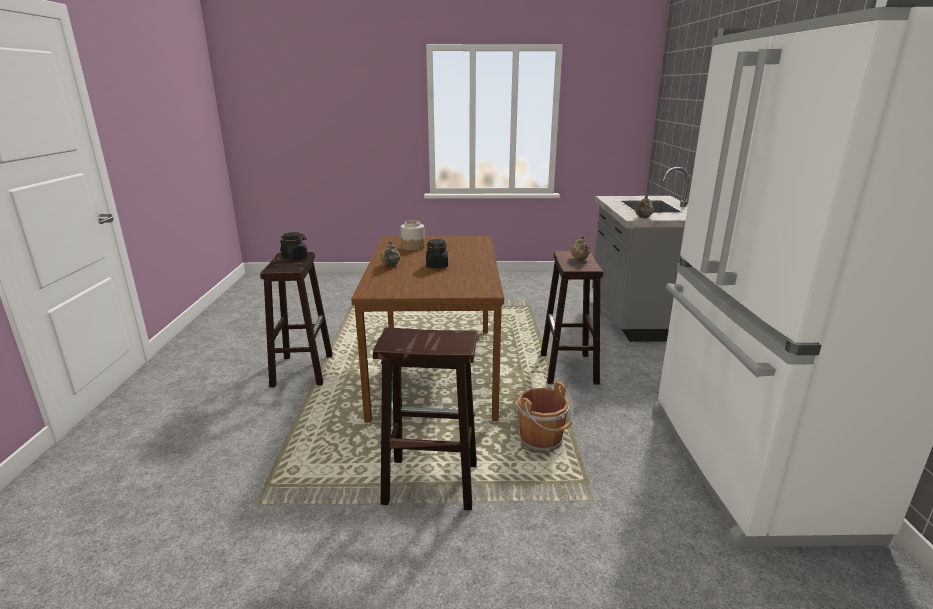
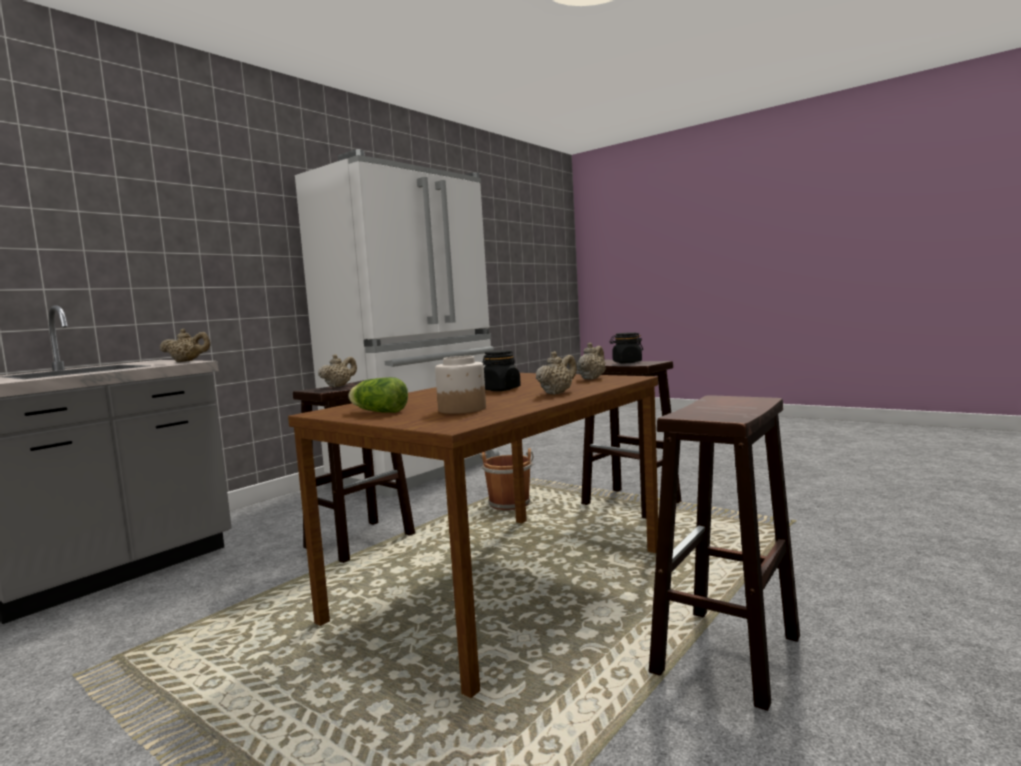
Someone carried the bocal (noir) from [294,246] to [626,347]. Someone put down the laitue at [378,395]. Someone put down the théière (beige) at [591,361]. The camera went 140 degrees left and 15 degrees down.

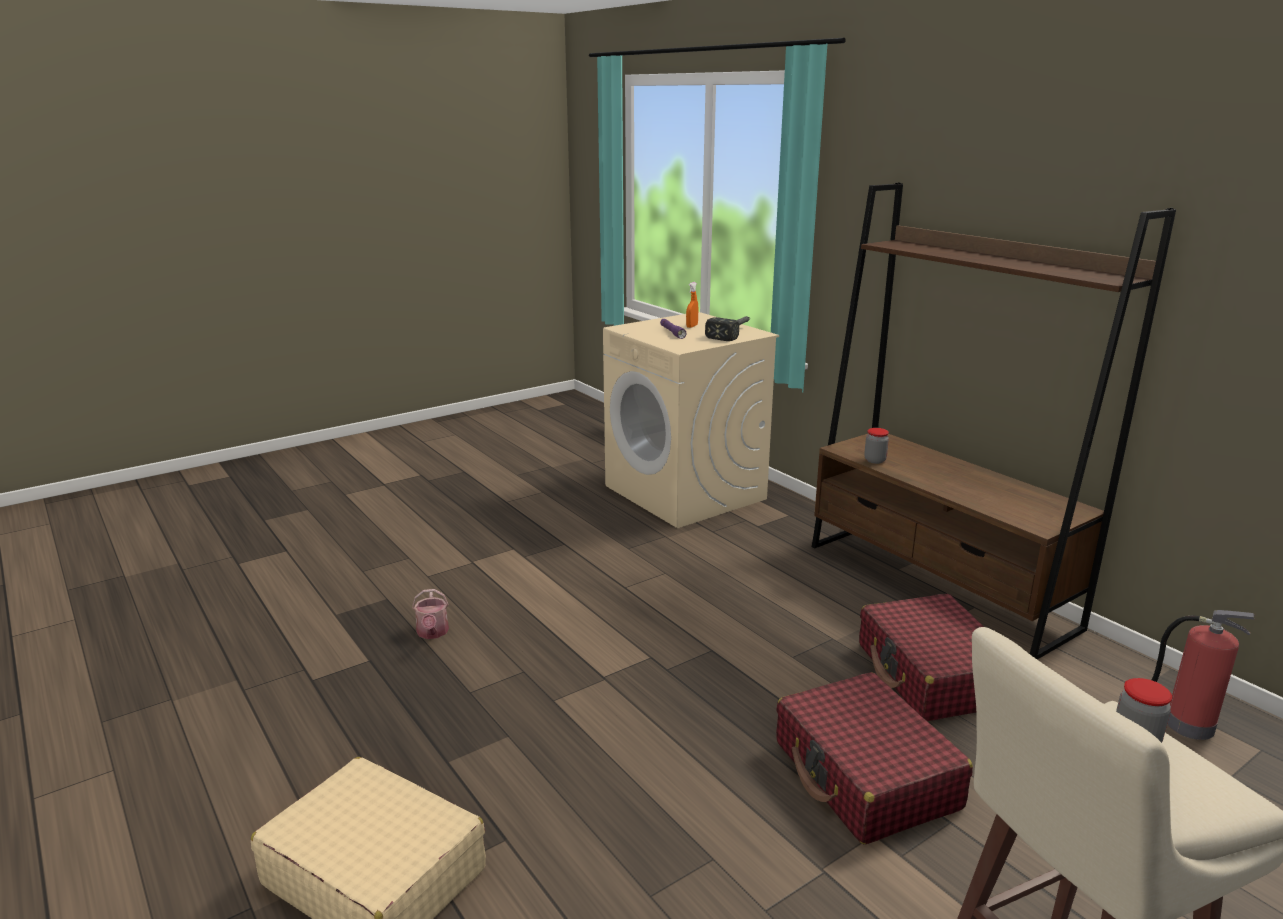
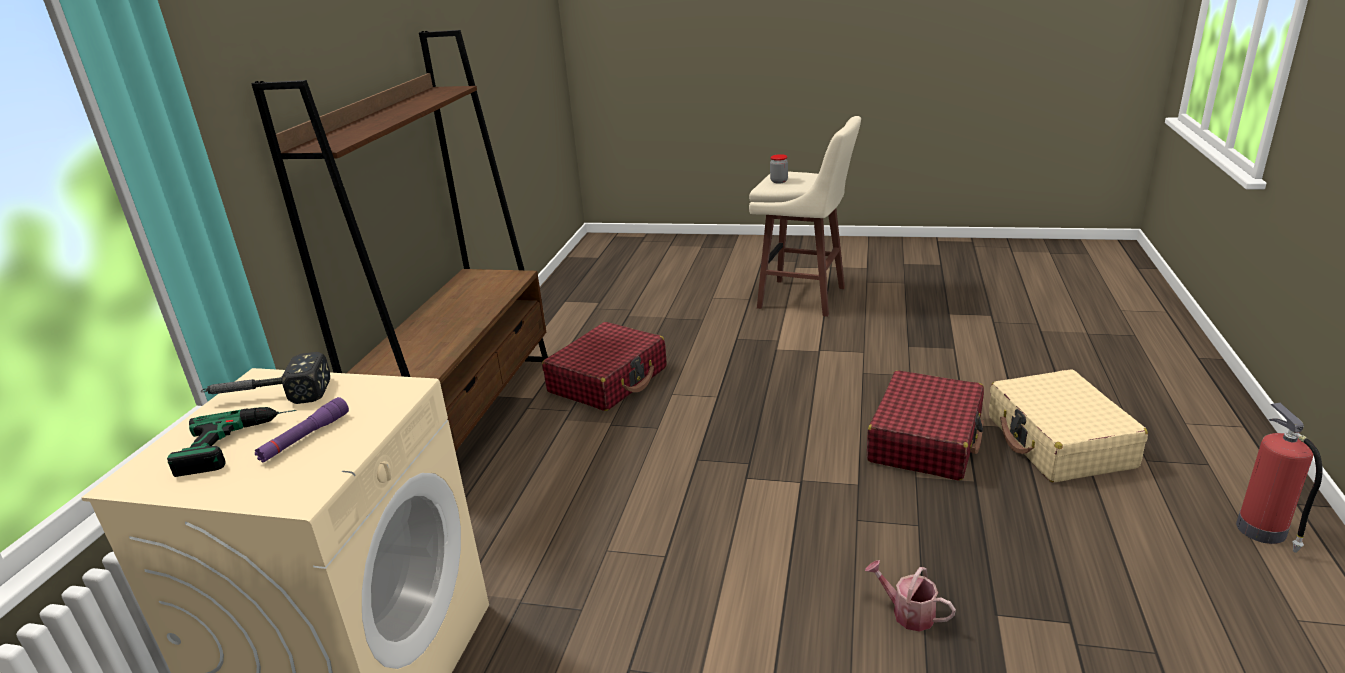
Someone rotated the arrosoir at [430,614] by 90 degrees counterclockwise. Someone swapped the vaporisateur (orange) at [692,305] for the perceuse at [232,442]. Someone carried the valise (rouge) from [874,758] to [925,425]. Someone took away the bocal at [876,446]. Someone carried the extincteur from [1203,675] to [1279,478]. The camera went 130 degrees left and 5 degrees up.

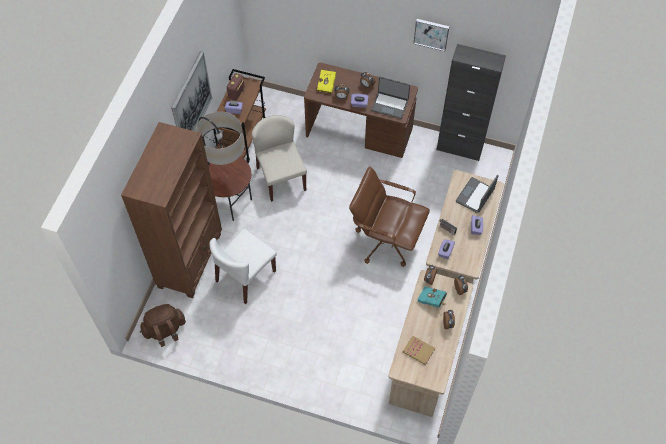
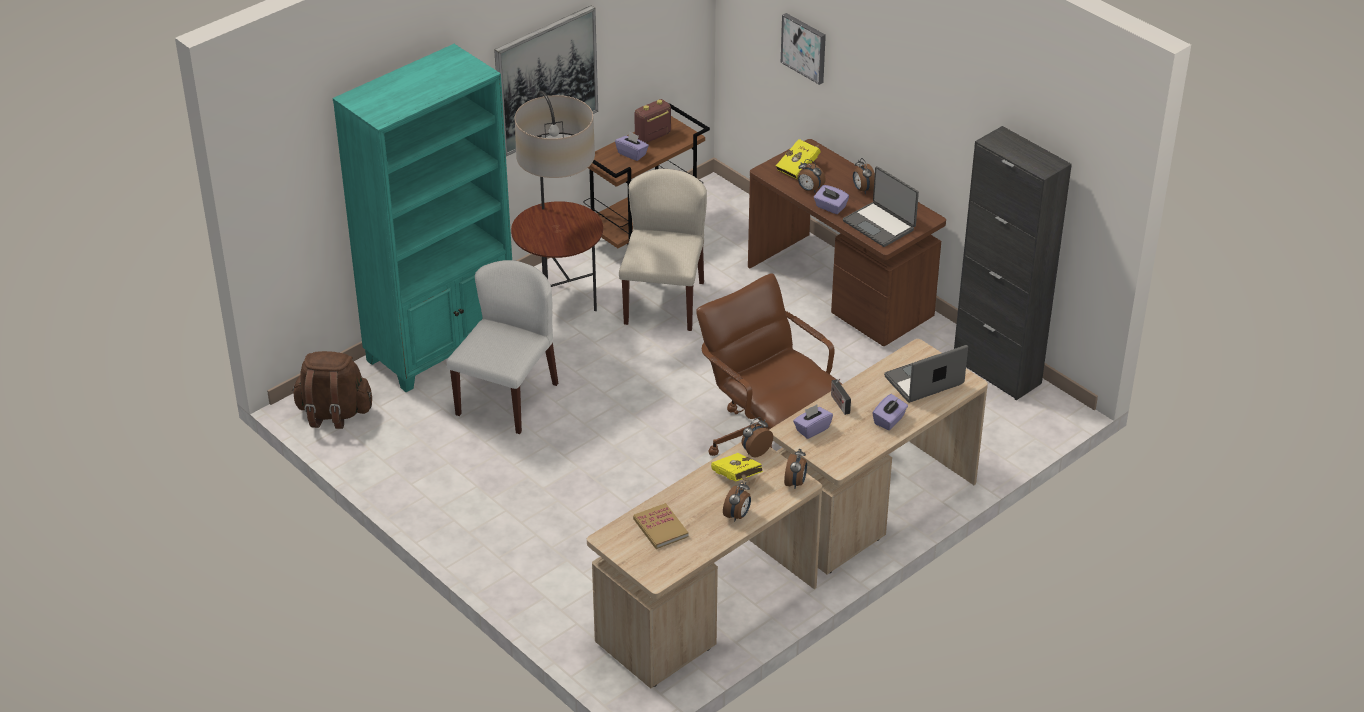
Someone repainted the bibliothèque (marron) at [171,210], which became the bibliothèque (turquoise) at [422,218]. Someone rotated the chaise (blanc) at [243,266] by 135 degrees clockwise. Someone carried the tableau from [431,35] to [803,49]. Someone repainted the livre (turquoise) at [432,297], which became the livre (jaune) at [737,467]. The camera went 30 degrees right and 20 degrees down.

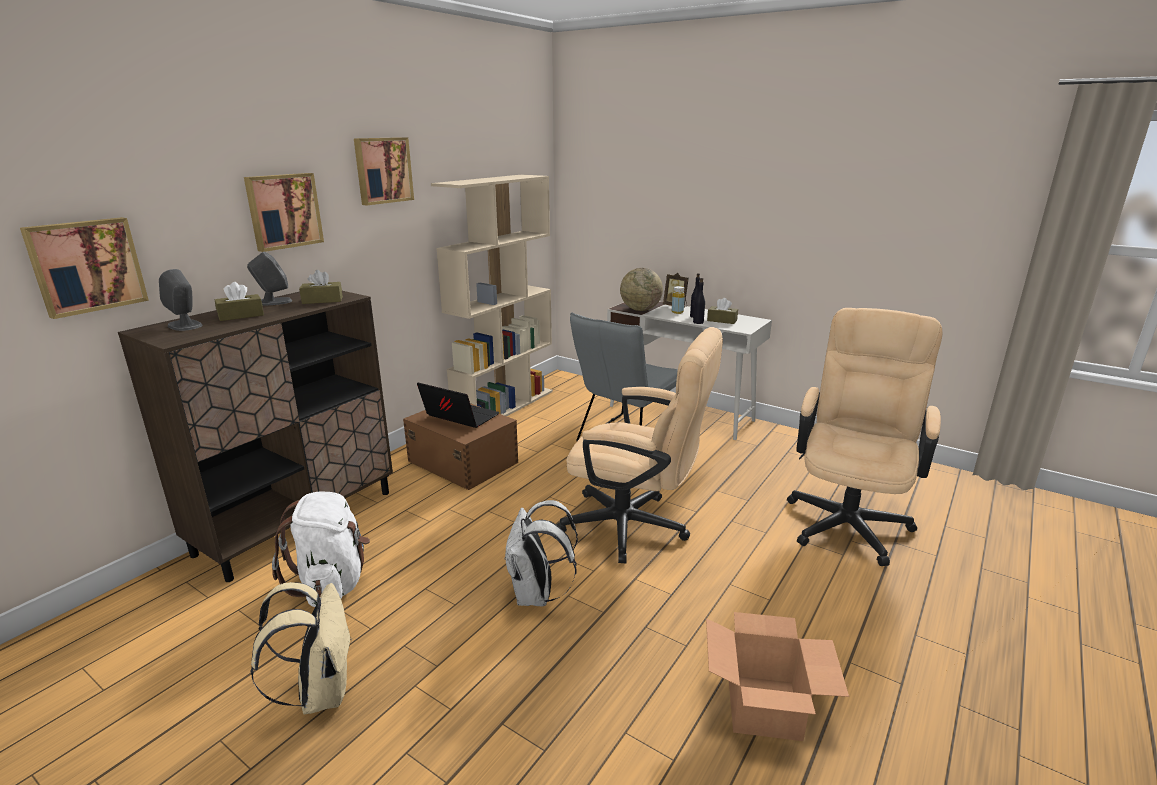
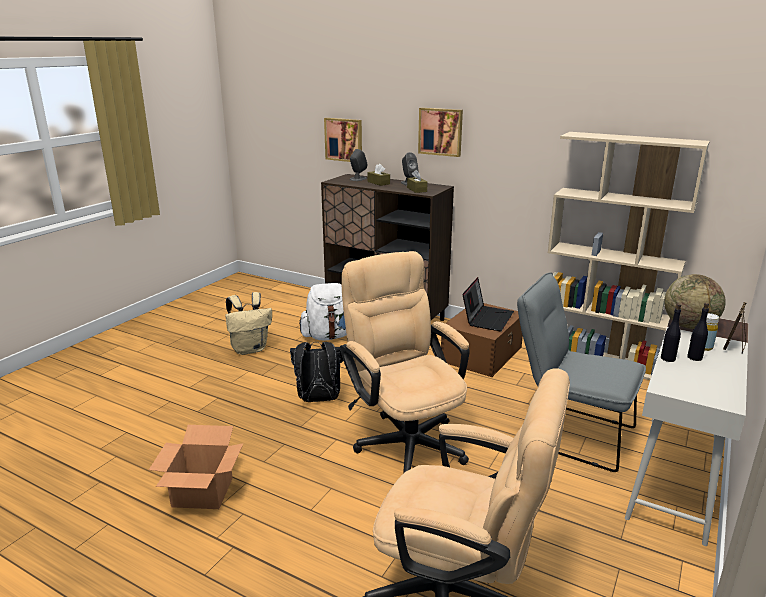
Someone took away the tableau at [384,171]. Someone repainted the sac à dos (blanc) at [541,553], which became the sac à dos (noir) at [316,372]. Someone rotated the chaise de bureau (beige) at [640,445] by 135 degrees clockwise. Someone took away the boîte à mouchoirs (marron) at [722,311]. The camera went 85 degrees right and 0 degrees up.

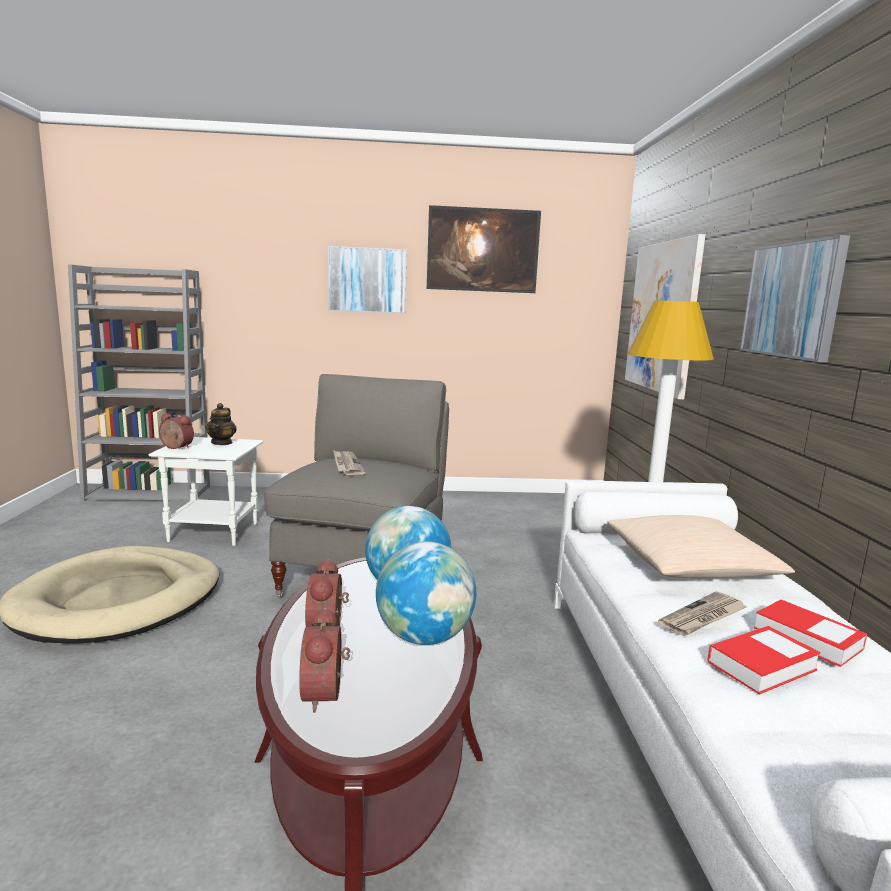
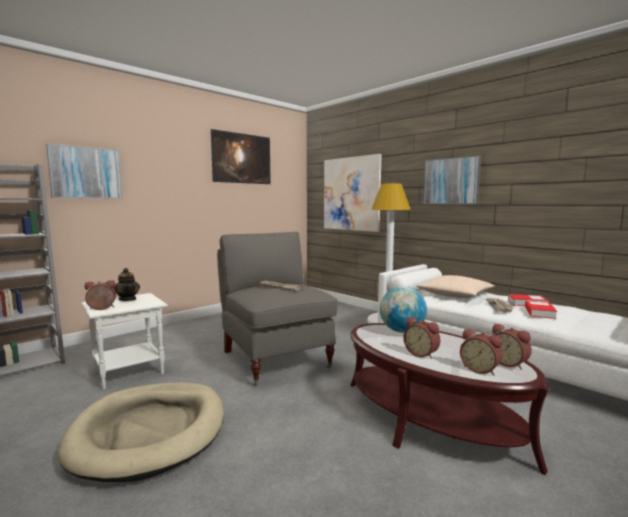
Someone carried the tableau from [367,280] to [84,171]. Someone took away the globe at [426,593]. Someone put down the réveil at [512,346]. The camera went 40 degrees left and 5 degrees down.

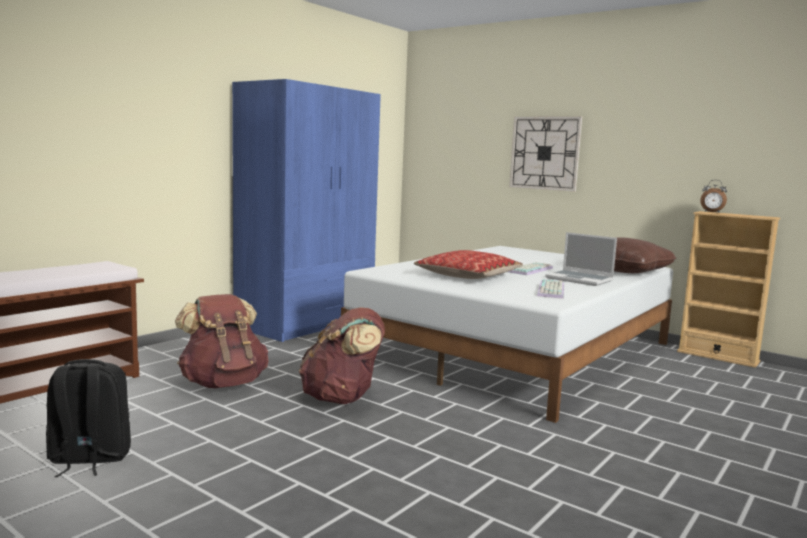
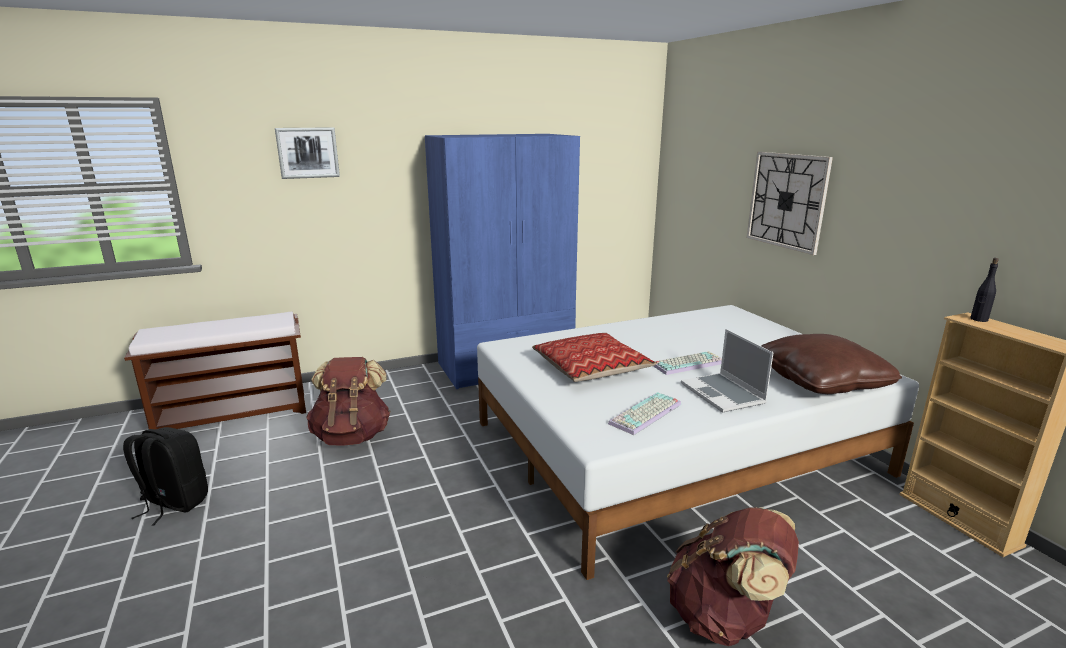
Someone carried the sac à dos (marron) from [342,355] to [733,576]. Someone swapped the réveil at [713,196] for the bouteille (noir) at [984,290]. Someone put up the tableau at [307,153]. The camera went 30 degrees right and 10 degrees up.

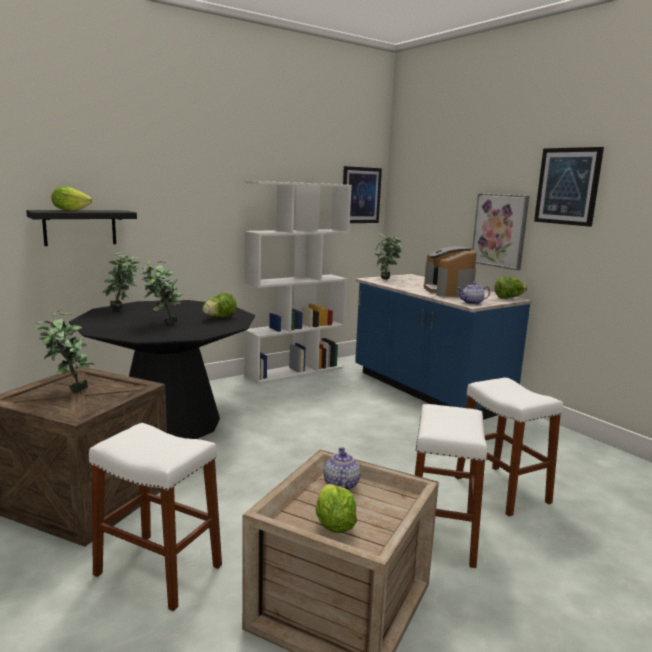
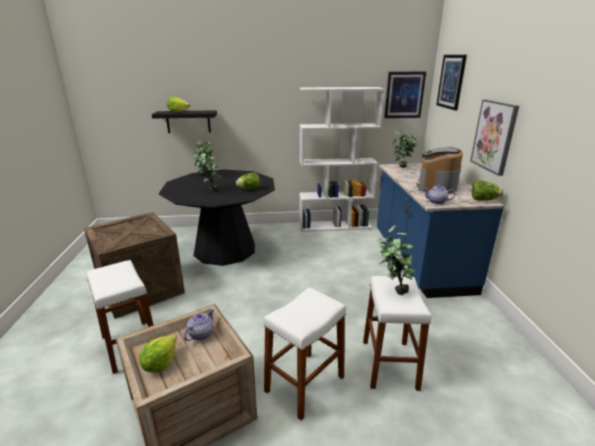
Someone carried the plante en pot from [65,351] to [396,260]. Someone carried the tableau from [569,187] to [451,83]. The camera went 30 degrees right and 10 degrees up.

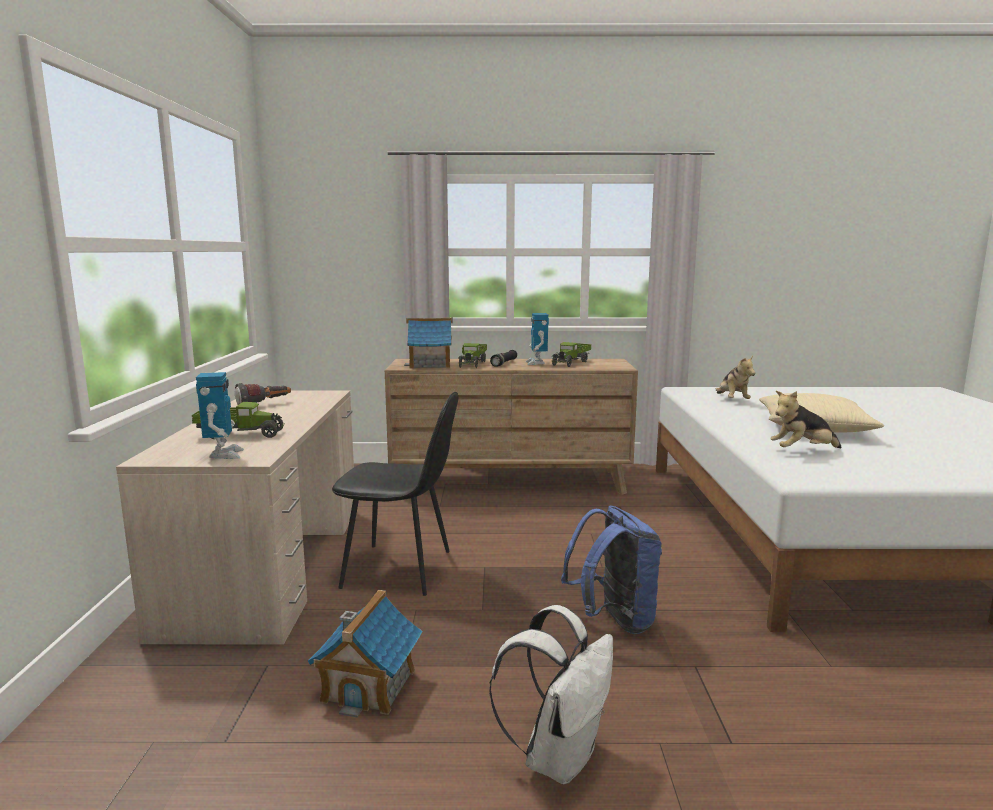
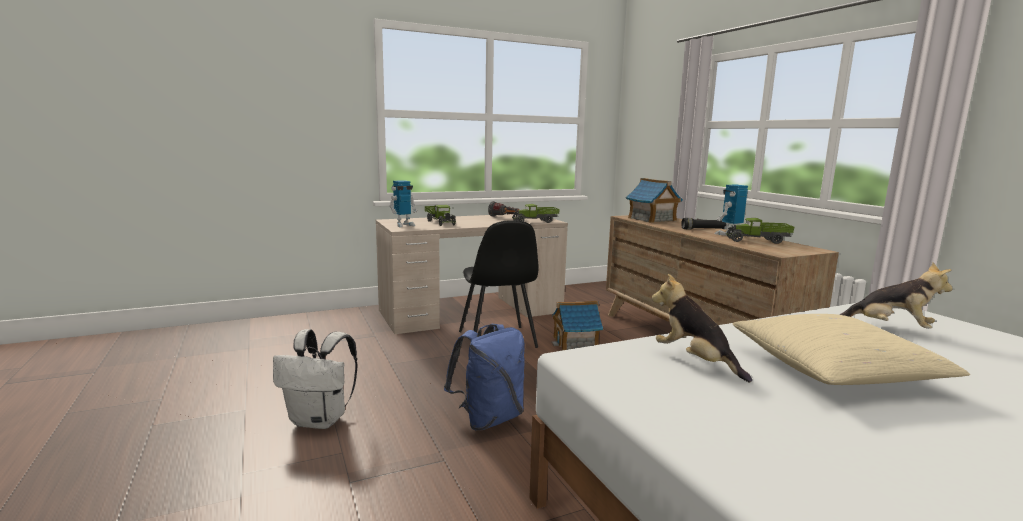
Someone carried the maison miniature from [365,653] to [577,325]. Someone carried the camion jouet from [472,355] to [536,213]. Someone rotated the peluche at [735,377] by 120 degrees counterclockwise. The camera went 65 degrees right and 0 degrees up.

